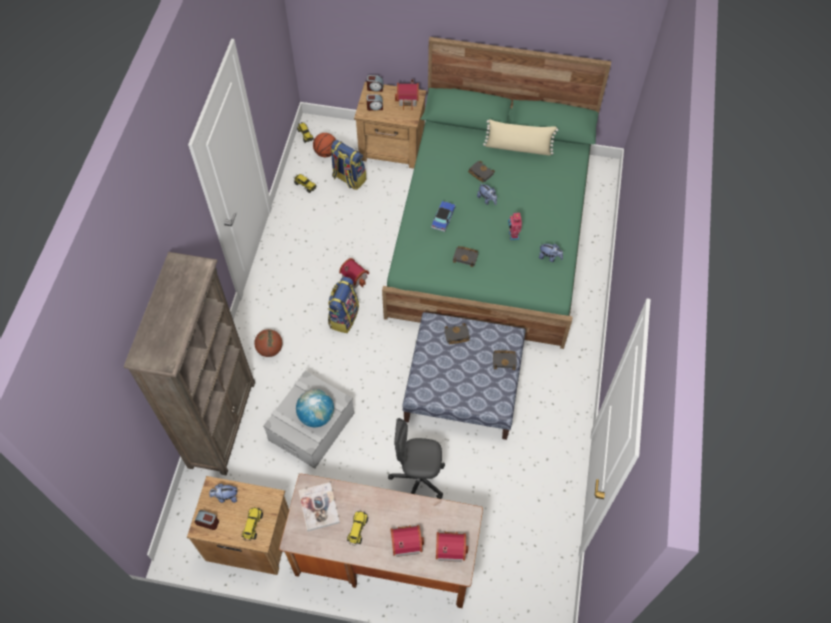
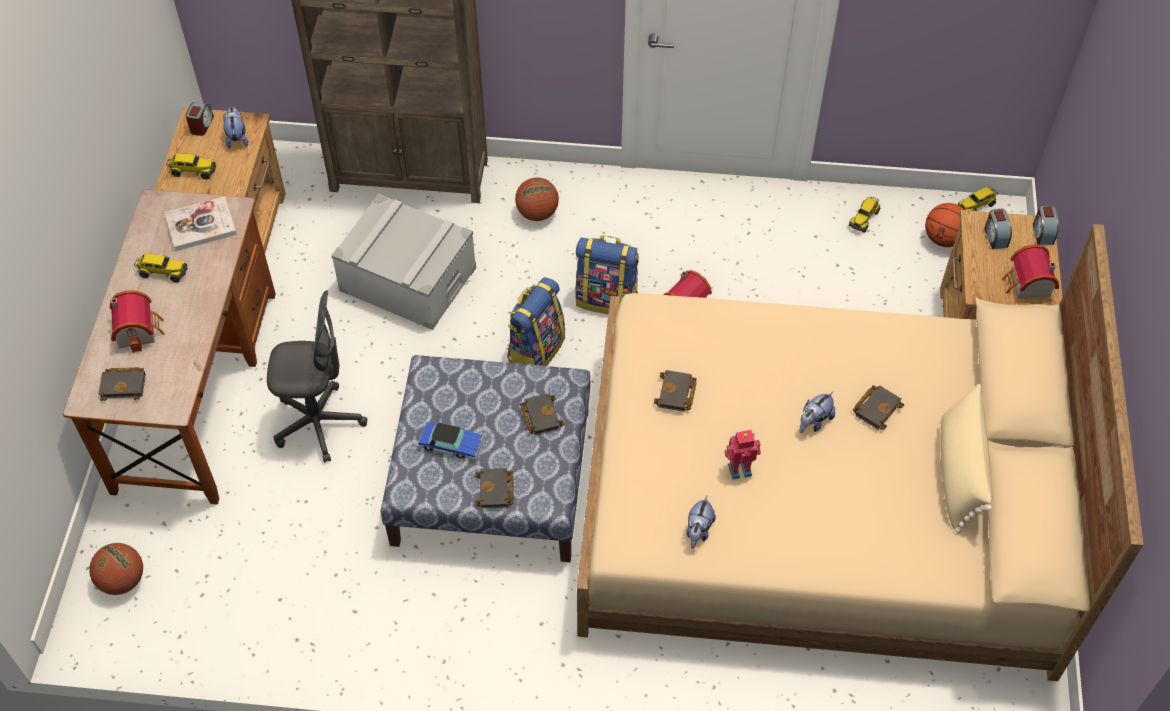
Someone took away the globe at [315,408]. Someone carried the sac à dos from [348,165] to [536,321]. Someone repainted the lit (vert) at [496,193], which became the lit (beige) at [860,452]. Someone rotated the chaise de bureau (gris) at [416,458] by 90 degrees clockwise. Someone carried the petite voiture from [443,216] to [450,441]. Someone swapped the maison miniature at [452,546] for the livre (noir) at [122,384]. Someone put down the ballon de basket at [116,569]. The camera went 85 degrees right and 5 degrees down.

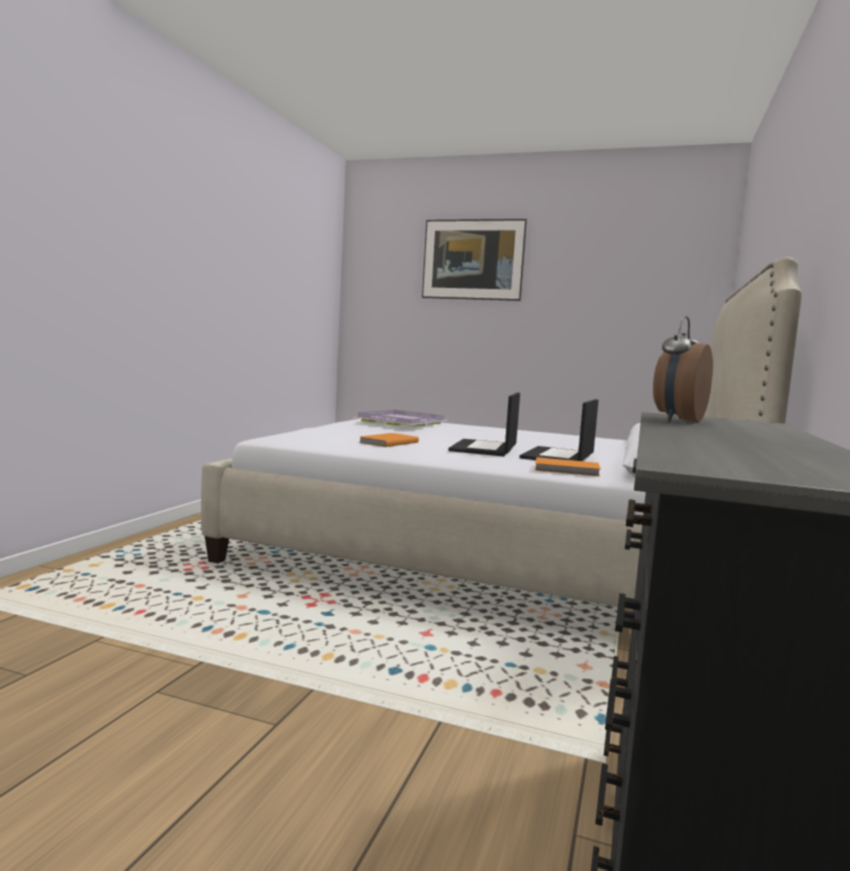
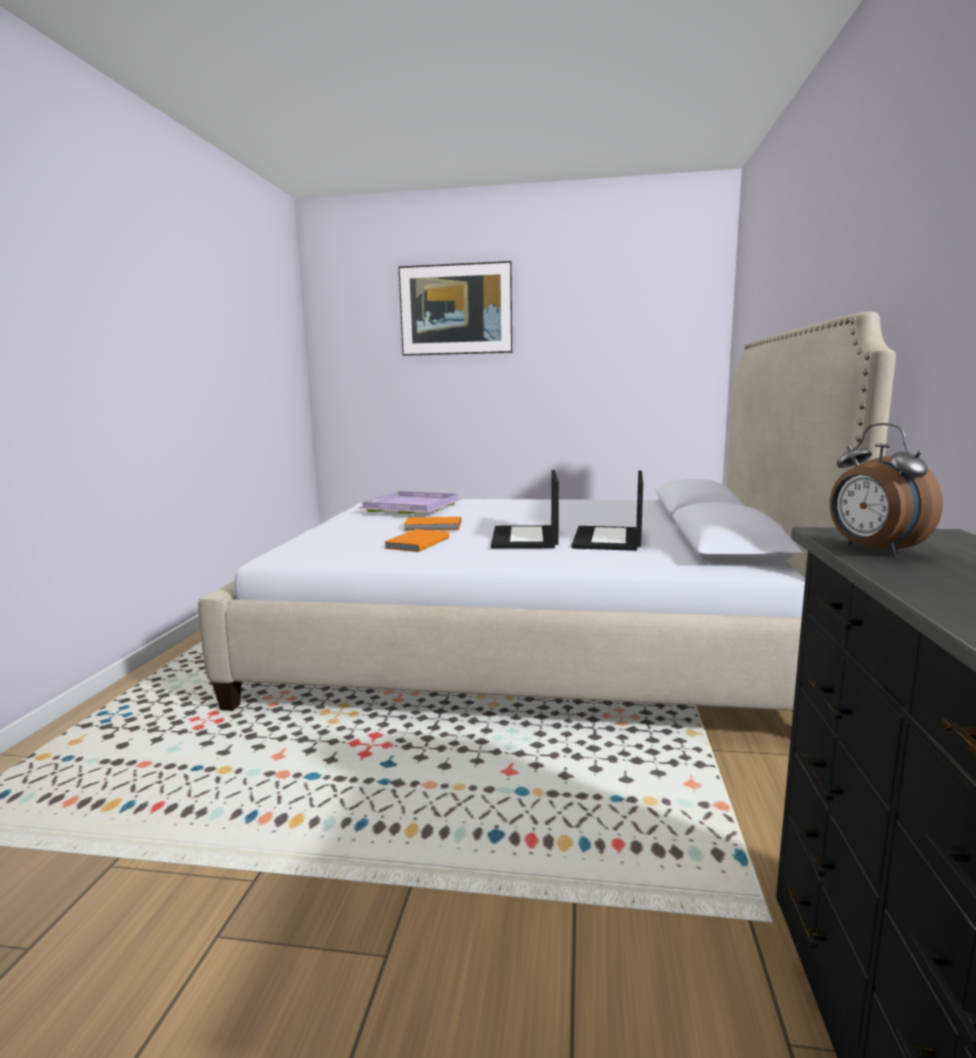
Someone carried the livre (orange) from [568,467] to [432,524]. Someone rotated the réveil at [683,369] by 45 degrees counterclockwise. The camera went 10 degrees left and 5 degrees up.

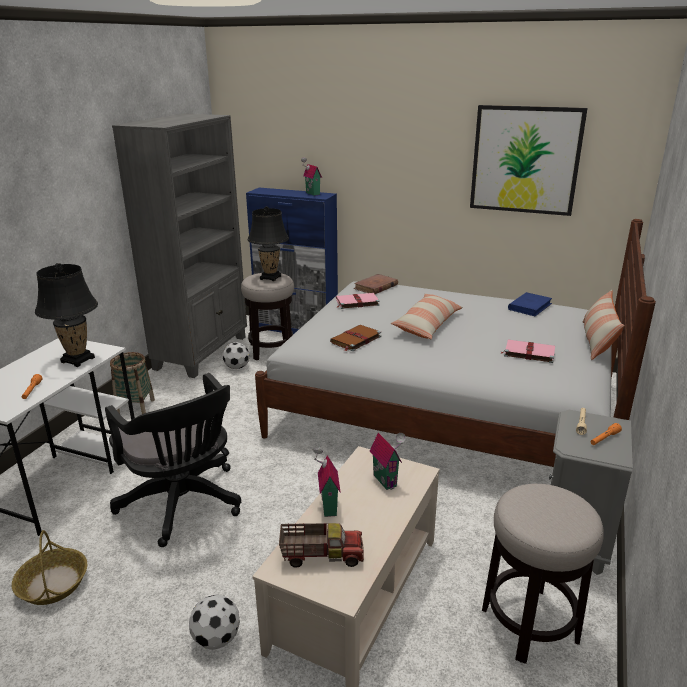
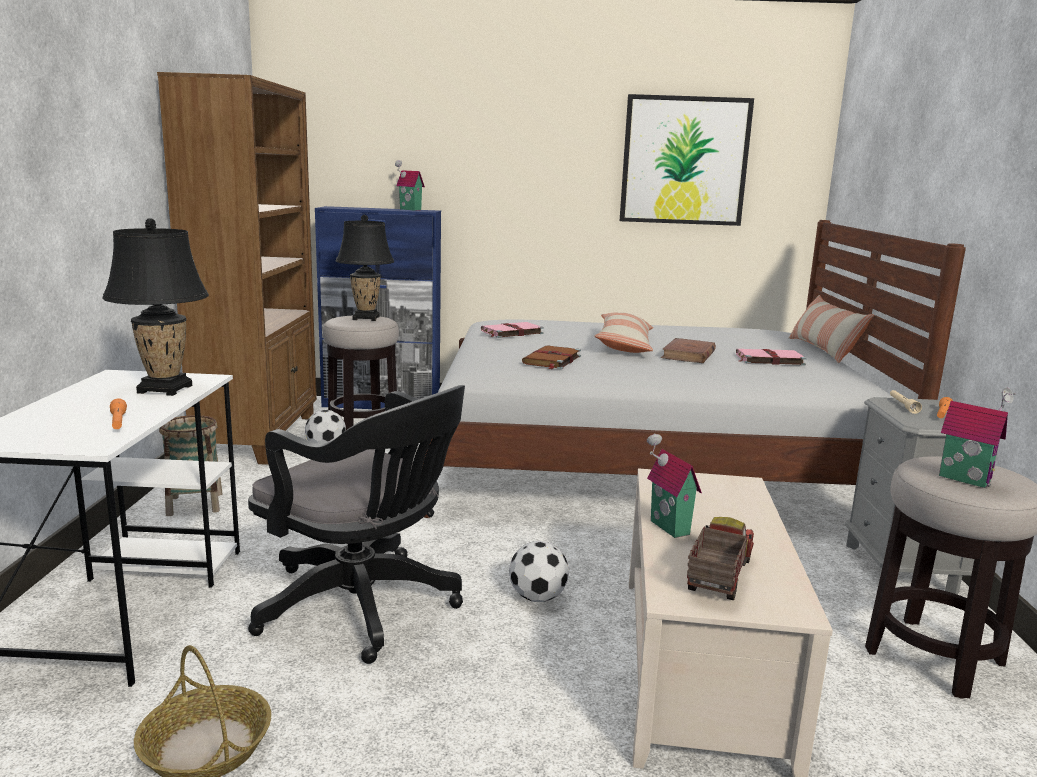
Someone repainted the bibliothèque (gris) at [179,246], which became the bibliothèque (marron) at [237,268]. Someone carried the ballon de foot from [214,622] to [539,571]. Someone rotated the camion jouet at [321,545] by 45 degrees counterclockwise. Someone carried the livre (marron) from [375,284] to [688,350]. Someone carried the maison miniature from [388,461] to [977,438]. Someone took away the livre (bleu) at [530,304]. The camera went 20 degrees left and 10 degrees down.

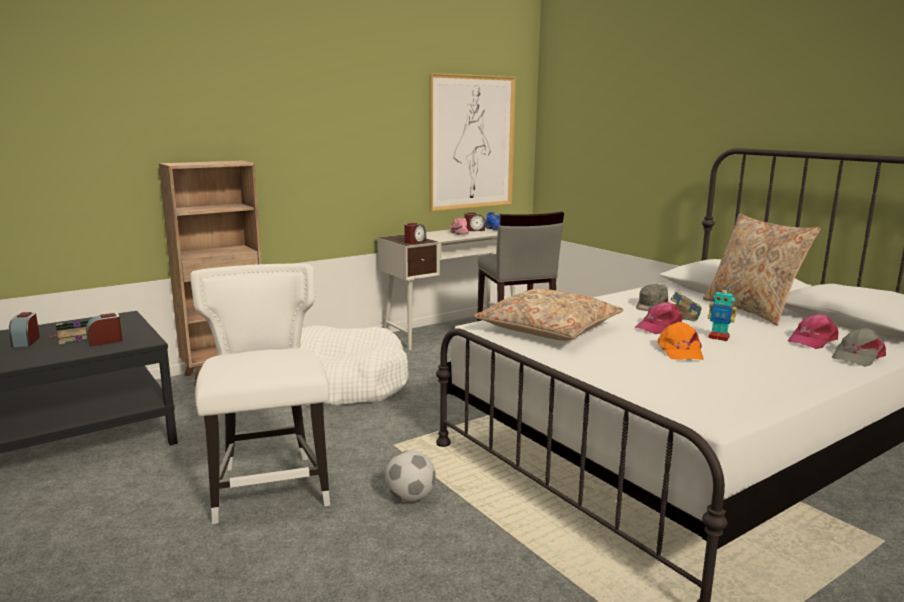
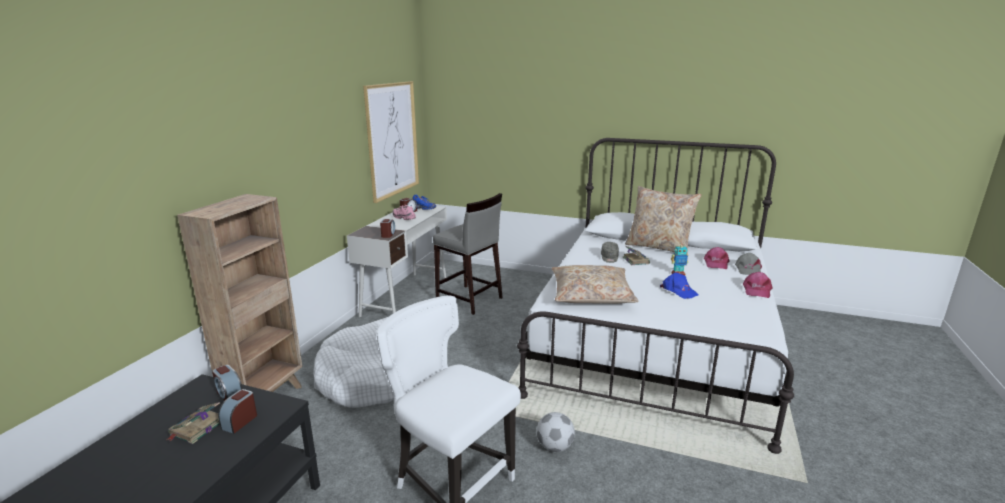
Someone carried the réveil from [24,329] to [227,383]. Someone carried the casquette (rose) from [659,318] to [758,285]. Someone repainted the casquette (orange) at [680,341], which became the casquette (bleu) at [679,286]. The camera went 35 degrees left and 5 degrees up.

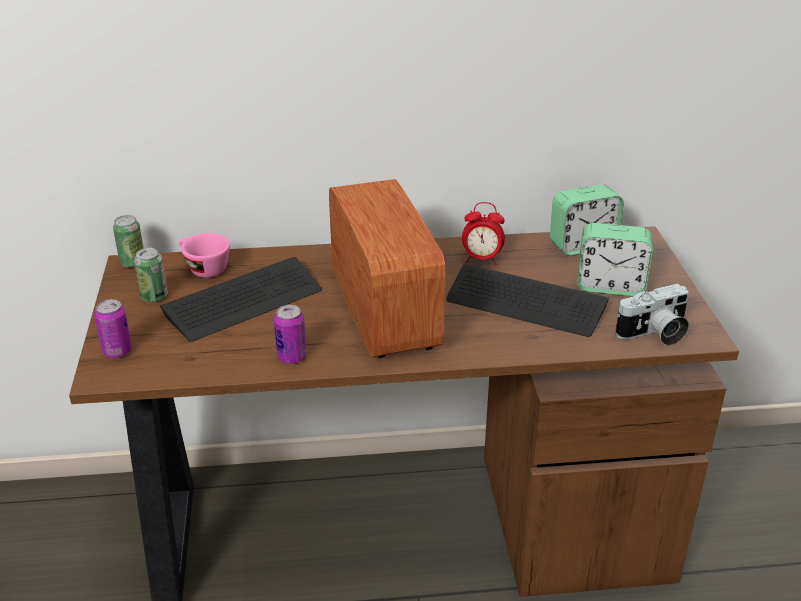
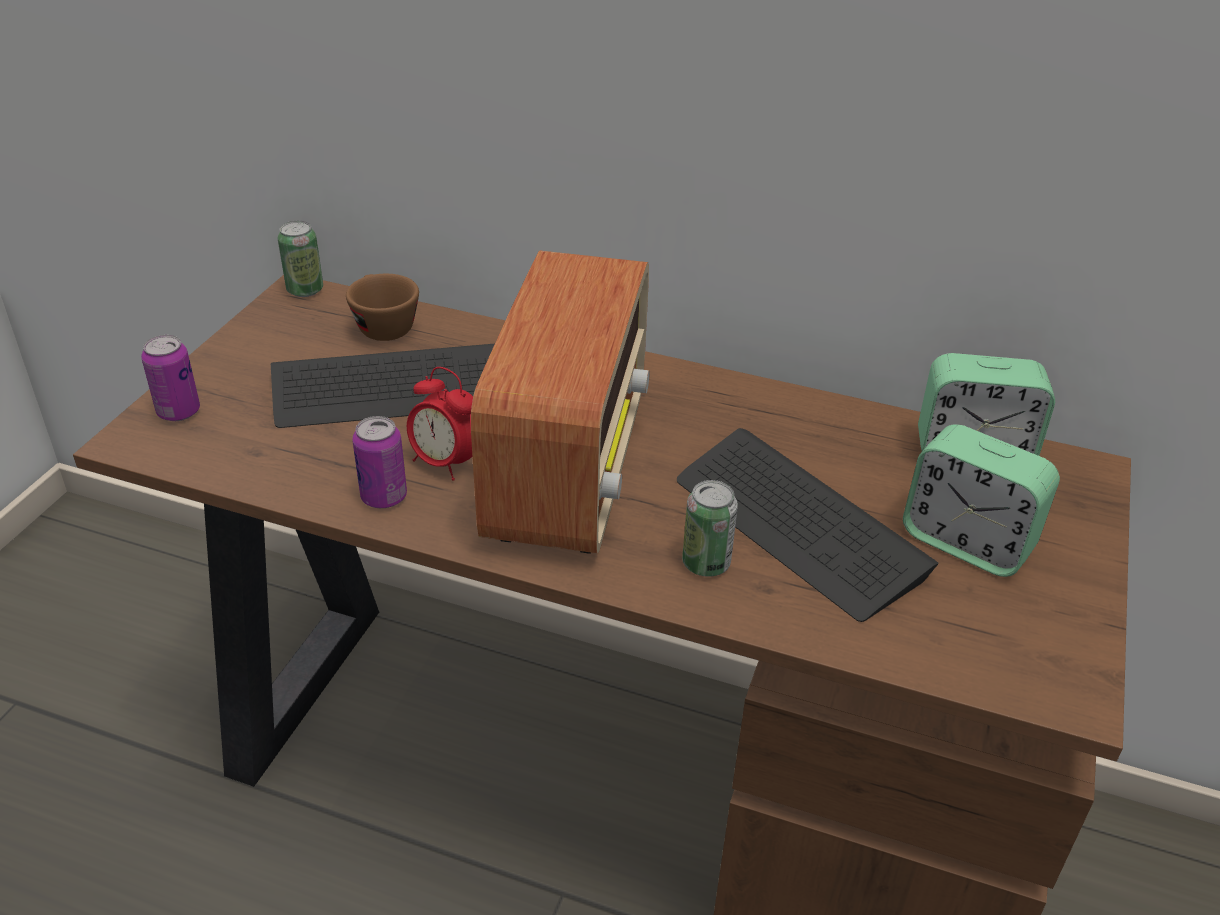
Someone carried the boîte métallique from [151,275] to [710,528]. Someone repainted the tasse (rose) at [204,255], which became the tasse (marron) at [382,307]. Someone carried the réveil from [483,233] to [440,424]. Someone took away the appareil photo at [652,314]. The camera went 25 degrees right and 5 degrees up.

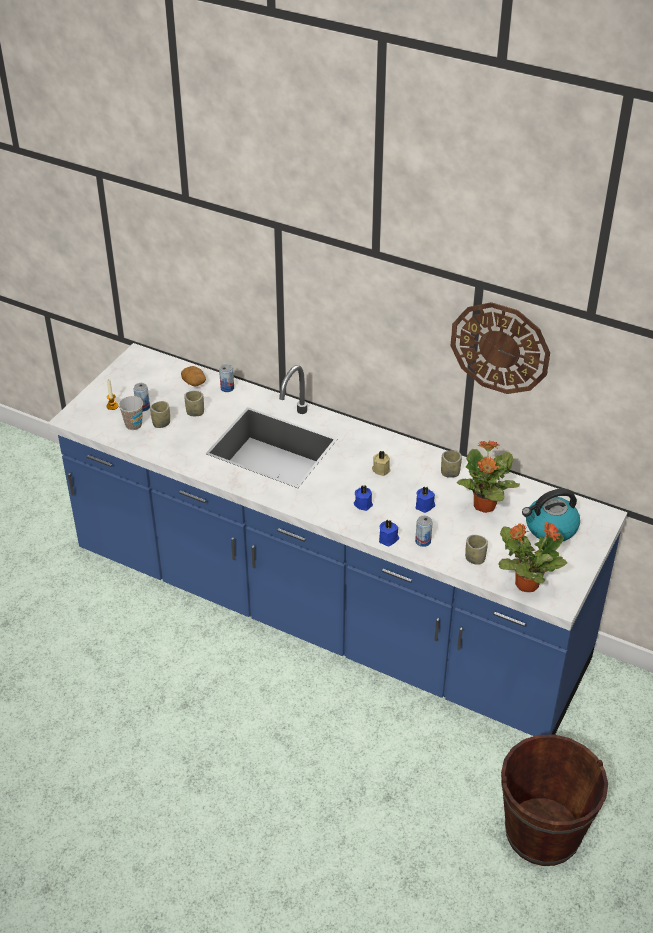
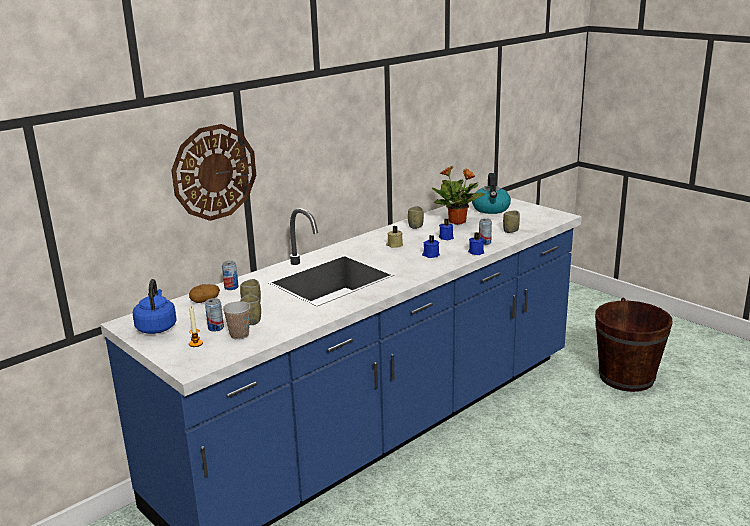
Someone carried the horloge murale from [500,348] to [213,172]. Someone took away the plante en pot at [532,556]. Someone put down the bouilloire (bleu) at [155,306]. The camera went 70 degrees left and 20 degrees down.

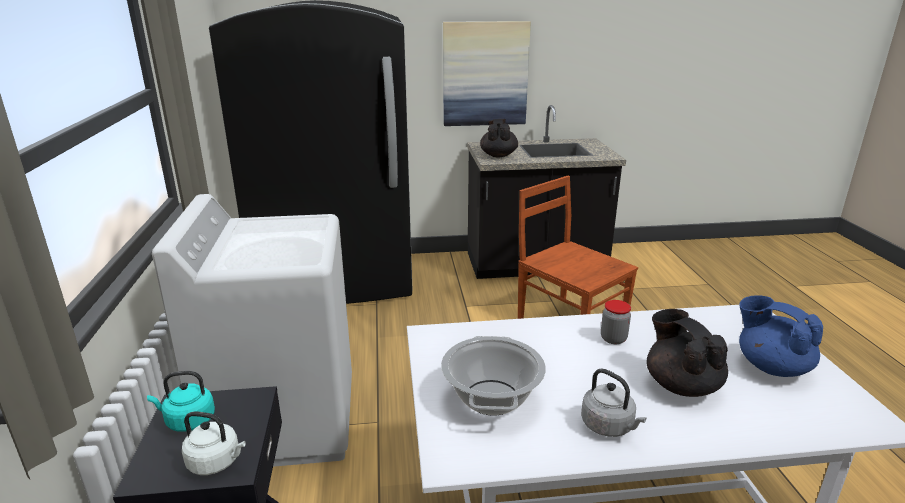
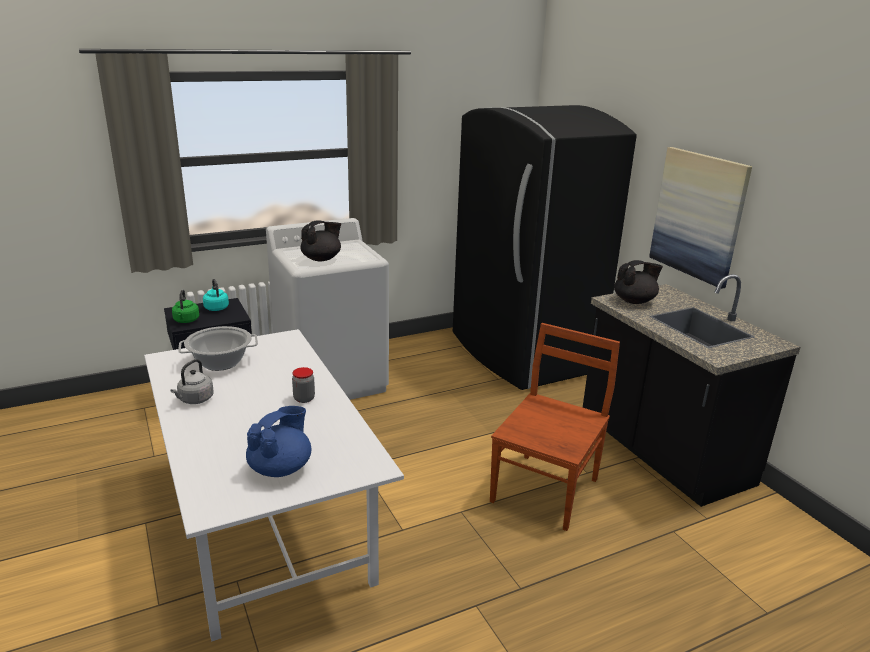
Someone repainted the bouilloire (blanc) at [214,443], which became the bouilloire (vert) at [185,306]. Someone carried the théière (noir) from [687,353] to [320,240]. The camera went 70 degrees right and 0 degrees up.

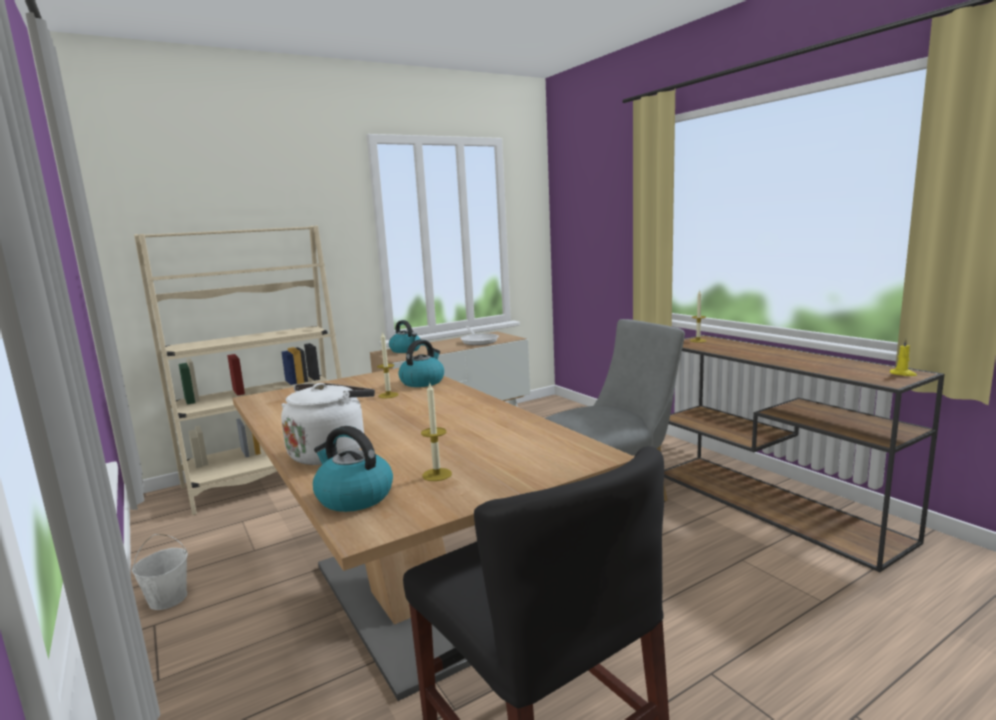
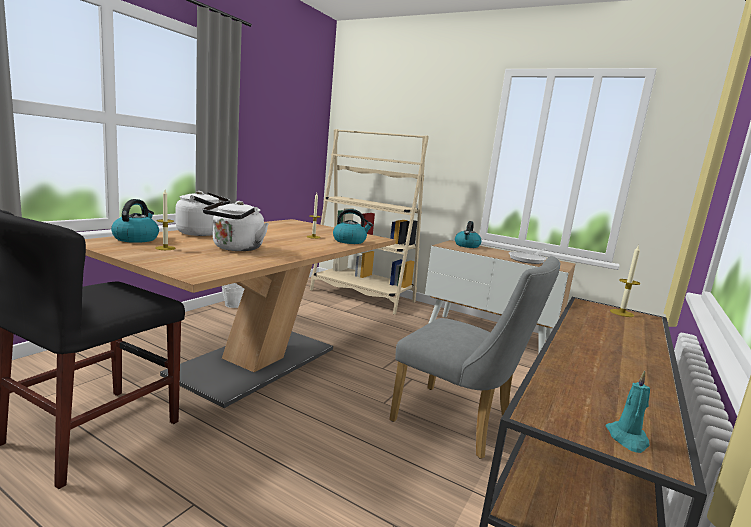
Someone repainted the bougie (jaune) at [903,357], which became the bougie (turquoise) at [628,412]. Someone put down the bouilloire (blanc) at [236,226]. The camera went 60 degrees right and 0 degrees up.

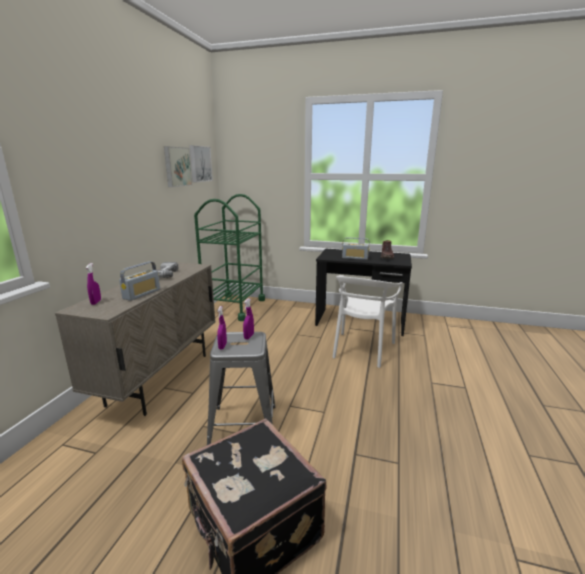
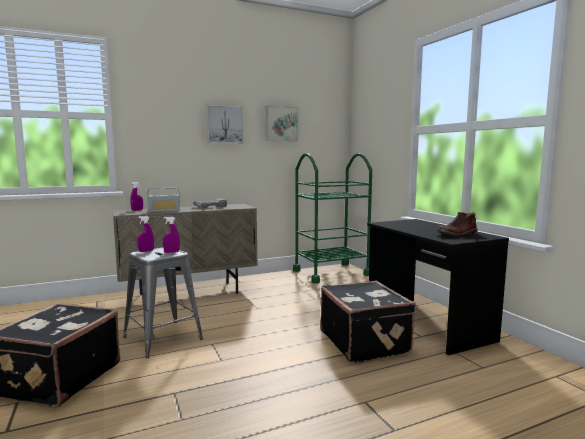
Someone carried the tableau from [201,163] to [224,124]. Someone swapped the chaise (blanc) at [367,321] for the valise (noir) at [368,322]. Someone took away the radio at [355,248]. The camera went 50 degrees right and 10 degrees down.

